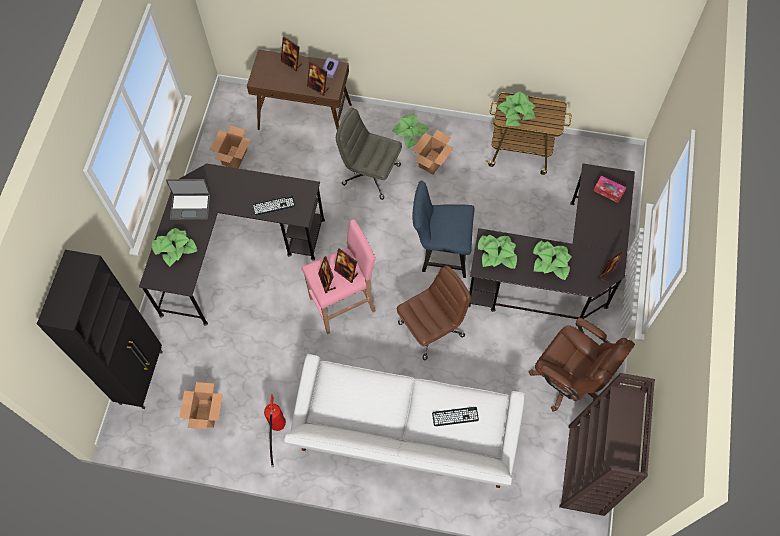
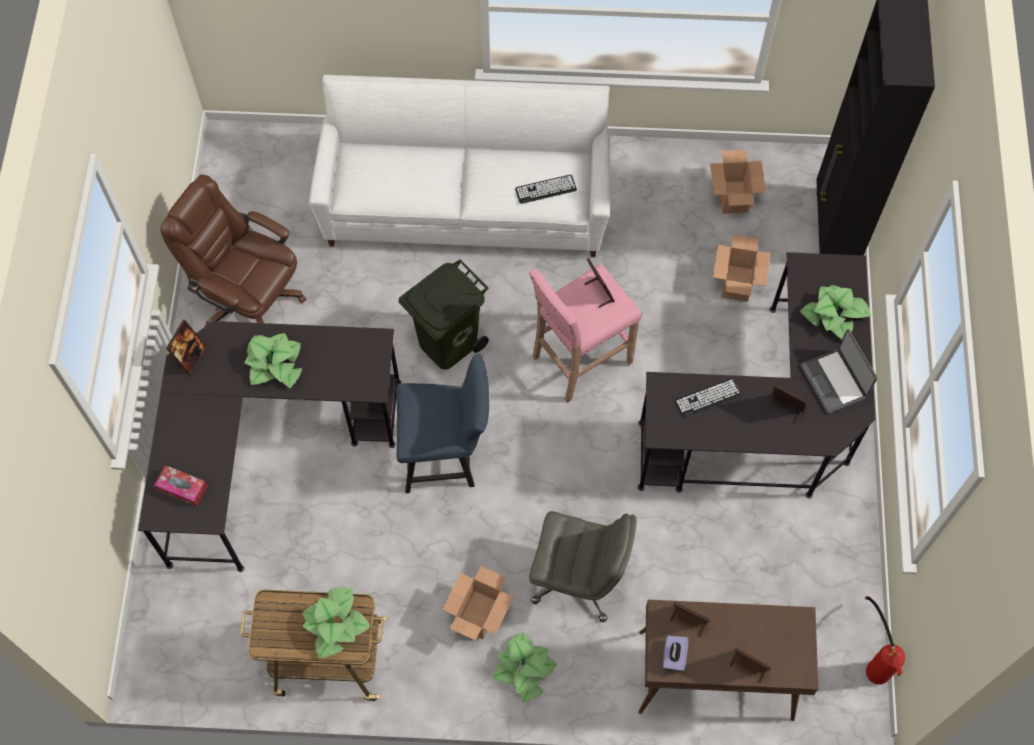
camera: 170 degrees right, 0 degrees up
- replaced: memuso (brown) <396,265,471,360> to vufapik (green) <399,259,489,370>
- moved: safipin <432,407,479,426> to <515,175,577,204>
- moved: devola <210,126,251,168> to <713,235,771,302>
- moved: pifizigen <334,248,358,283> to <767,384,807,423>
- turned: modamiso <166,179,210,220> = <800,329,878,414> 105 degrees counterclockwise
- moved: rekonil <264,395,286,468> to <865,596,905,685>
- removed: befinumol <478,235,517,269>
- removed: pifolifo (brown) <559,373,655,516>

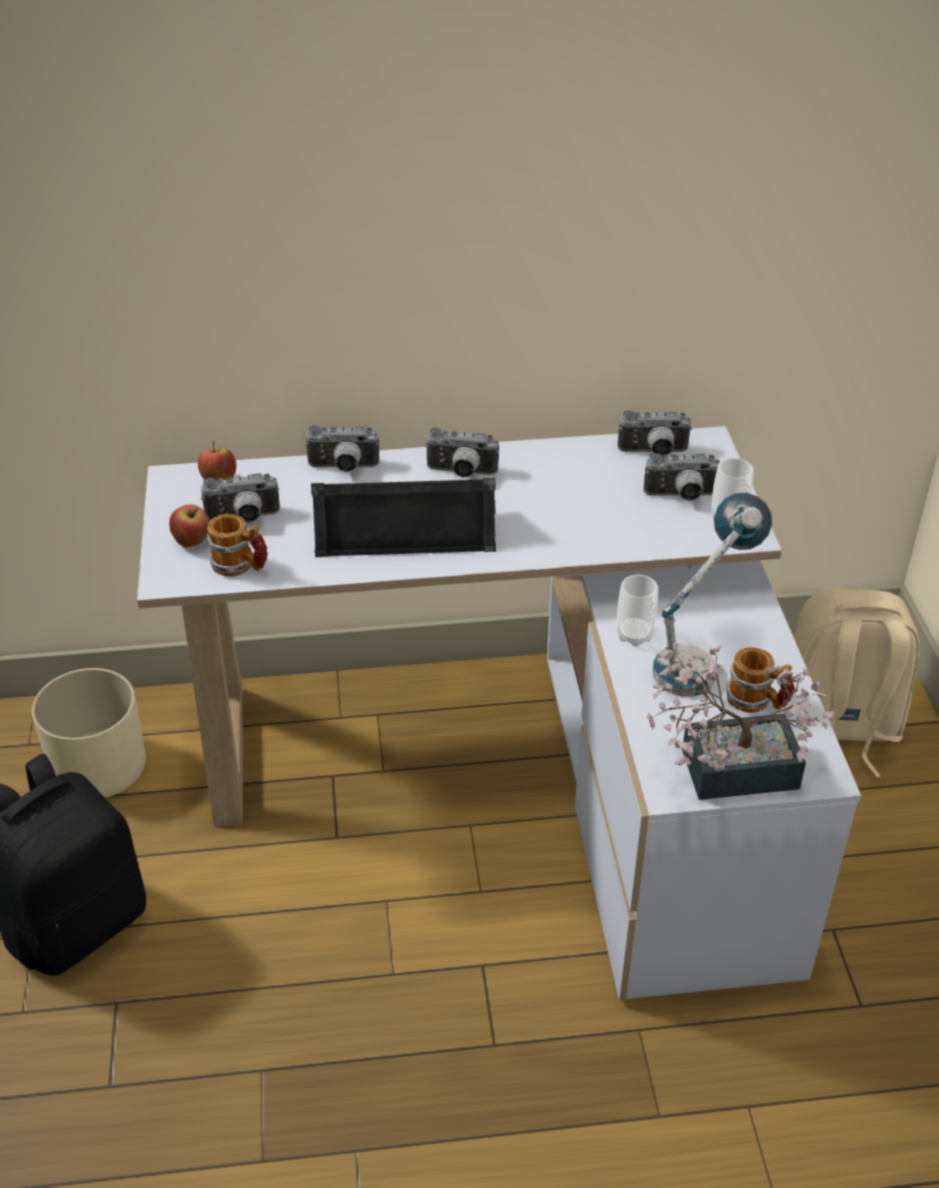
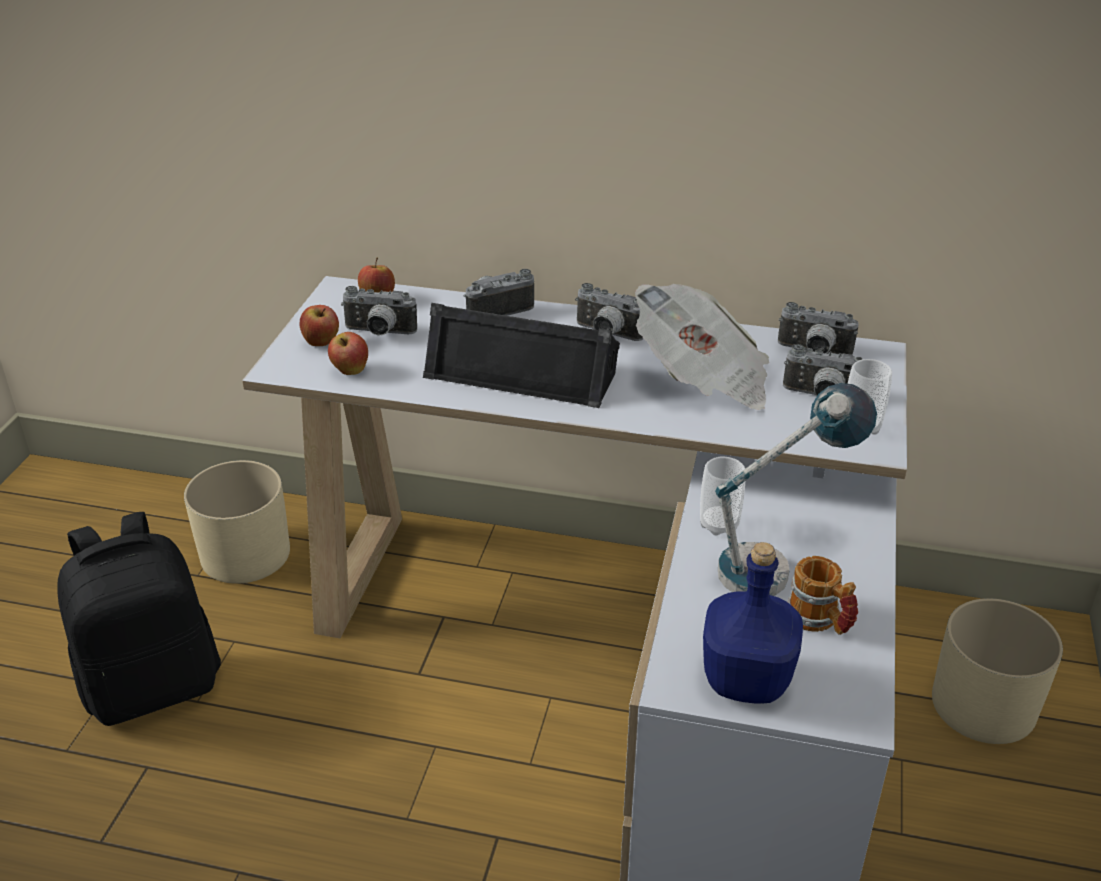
camera: 20 degrees right, 5 degrees down
- replaced: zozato <207,514,268,577> to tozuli <328,332,368,375>
- turned: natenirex <305,425,379,472> = <463,269,534,316> 135 degrees clockwise
- added: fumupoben <635,284,769,410>
- replaced: befinumol <647,643,834,800> to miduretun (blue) <703,542,803,704>
- replaced: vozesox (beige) <795,589,920,778> to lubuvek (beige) <932,598,1063,744>

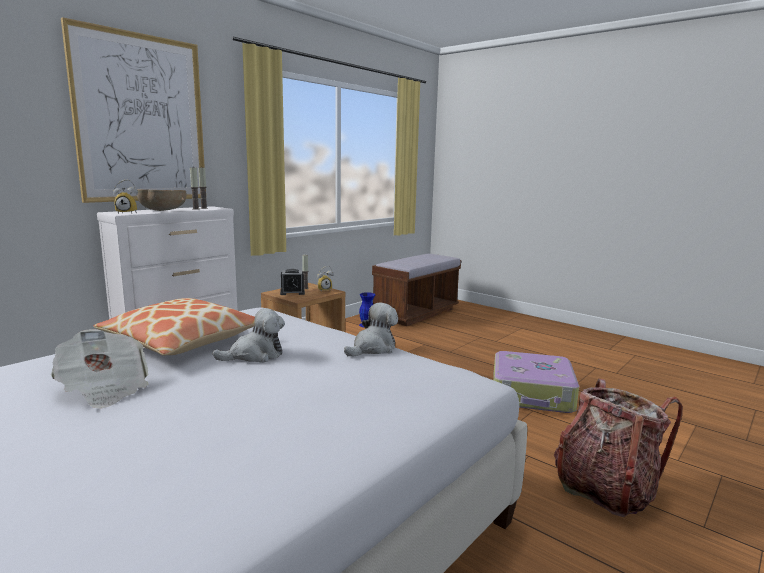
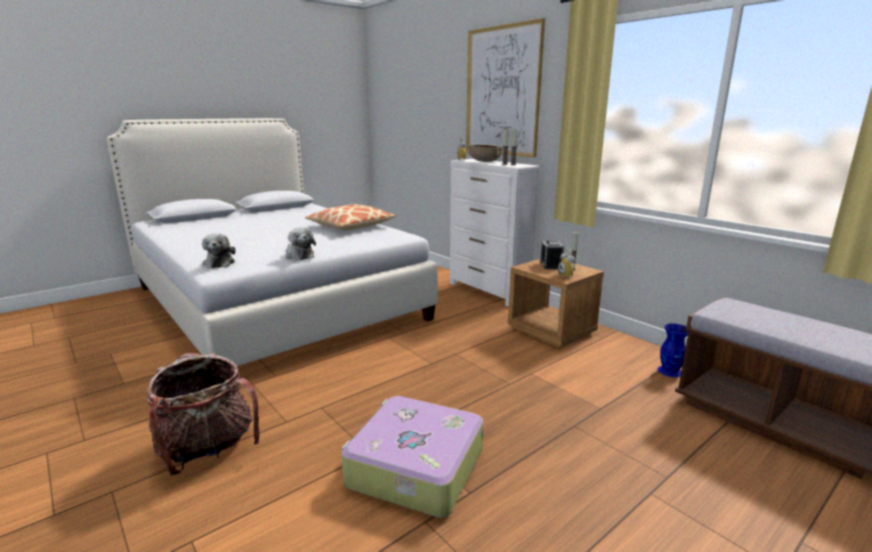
camera: 100 degrees right, 5 degrees up
- moved: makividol <212,308,285,363> to <202,233,235,268>
- removed: fumupoben <51,329,149,409>

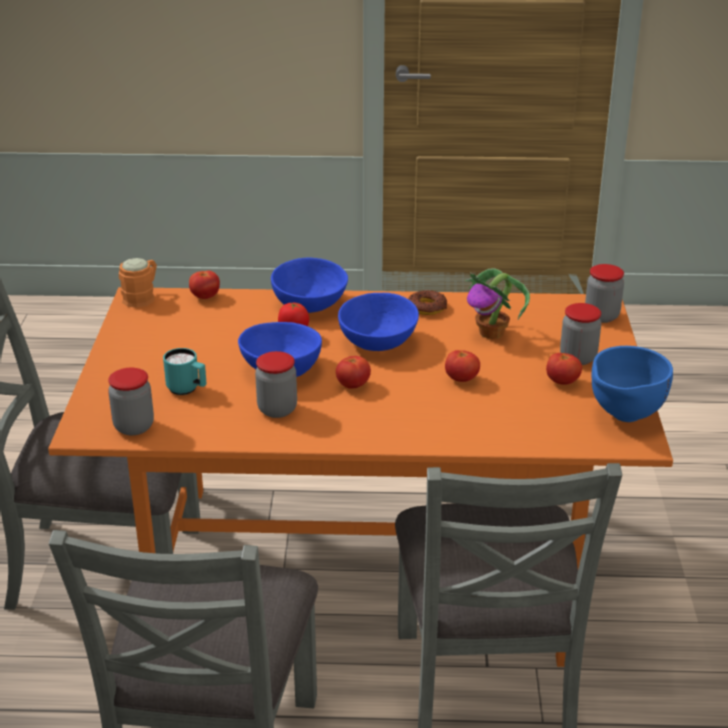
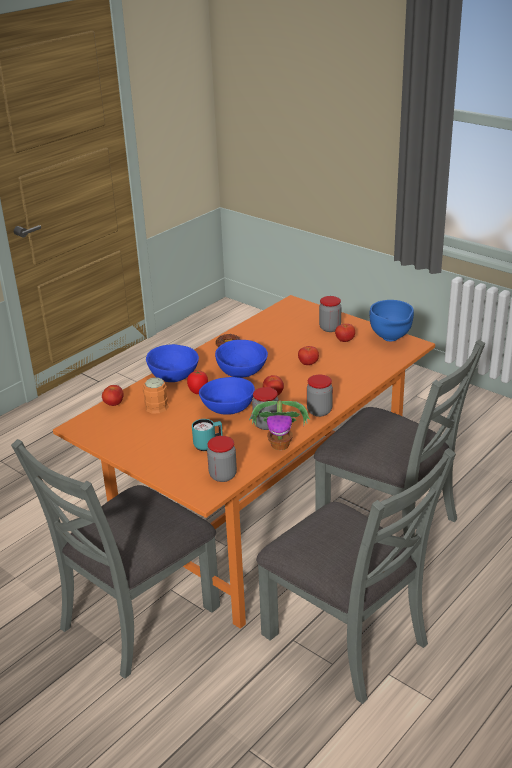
camera: 50 degrees left, 0 degrees up
- moved: zozato (orange) <119,258,157,308> to <143,377,169,414>
- moved: befinumol <465,268,530,339> to <249,400,310,450>
- moved: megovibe <585,264,624,323> to <307,375,333,417>

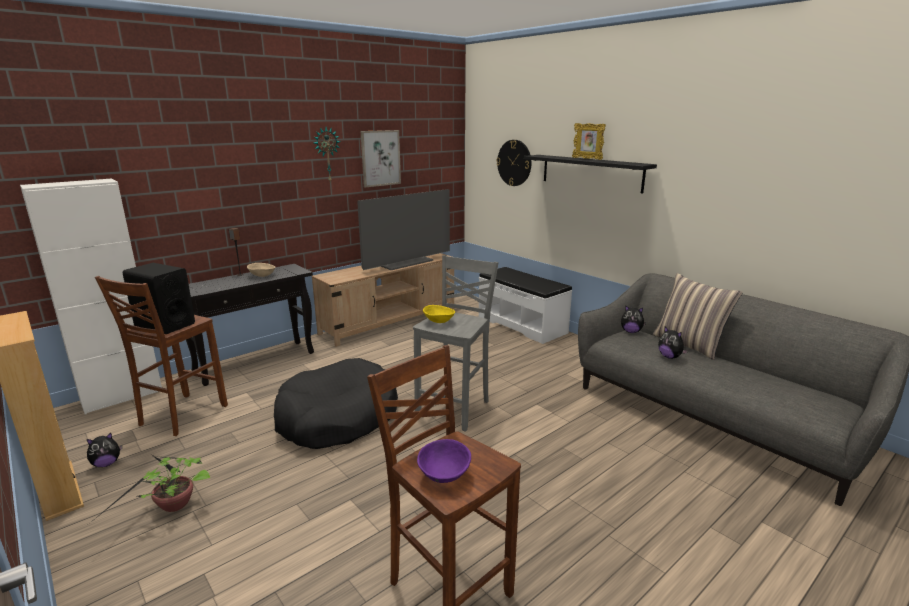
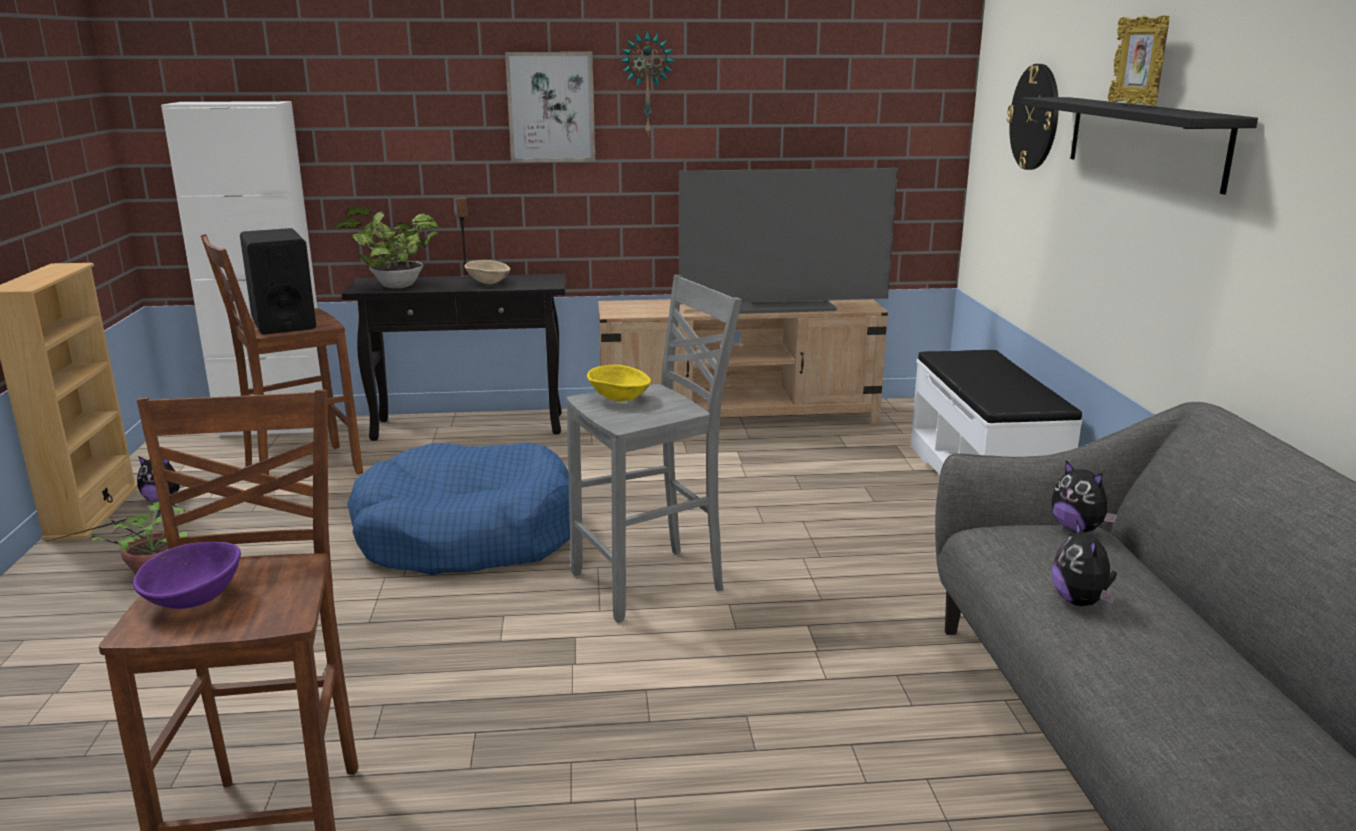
camera: 35 degrees right, 0 degrees up
- added: befinumol <336,206,438,288>
- recoloured: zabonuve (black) <274,358,398,449> to zabonuve (blue) <347,442,570,575>
- moved: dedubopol <361,130,401,188> to <505,52,595,162>
- removed: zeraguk <653,273,743,360>

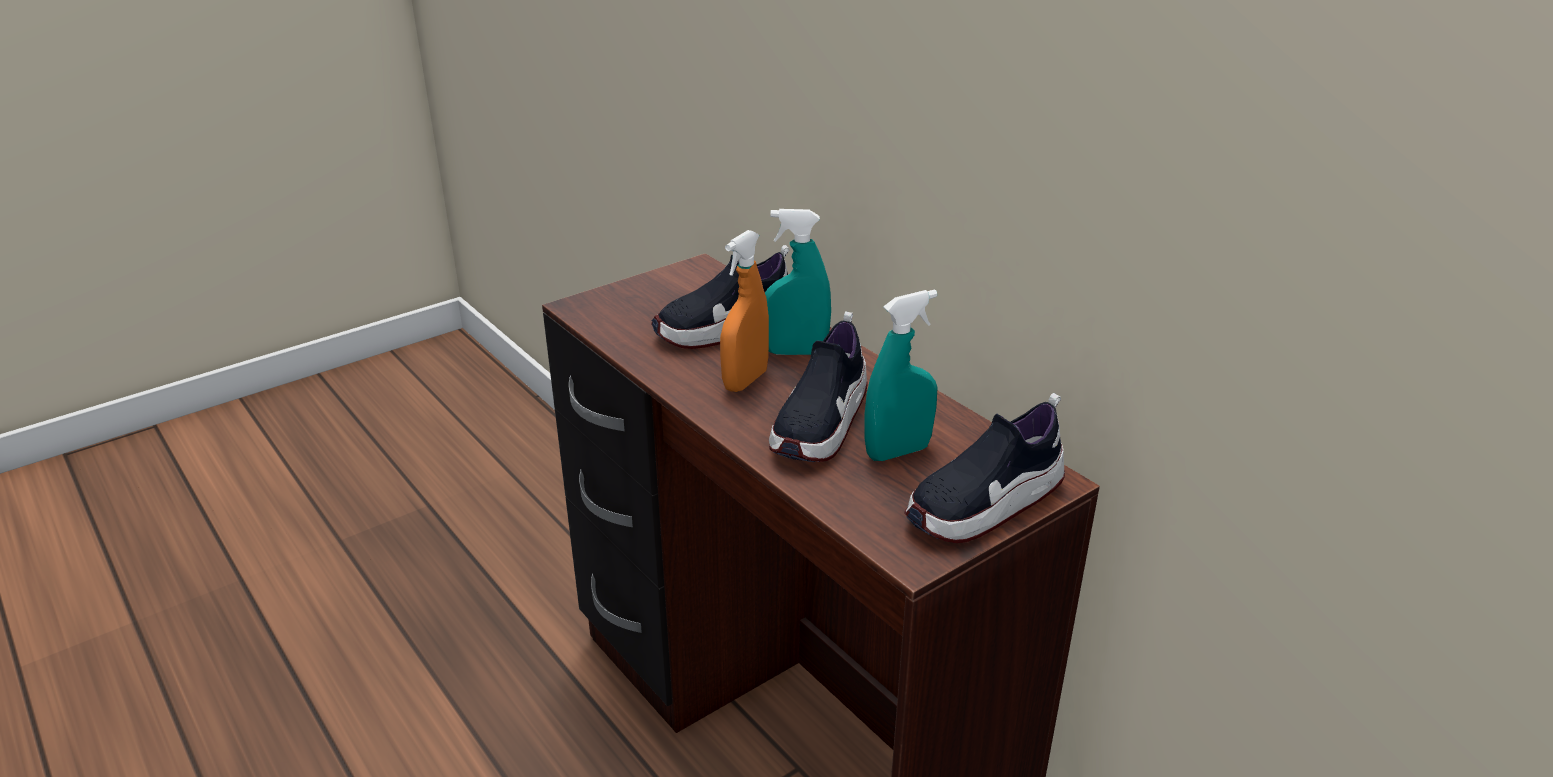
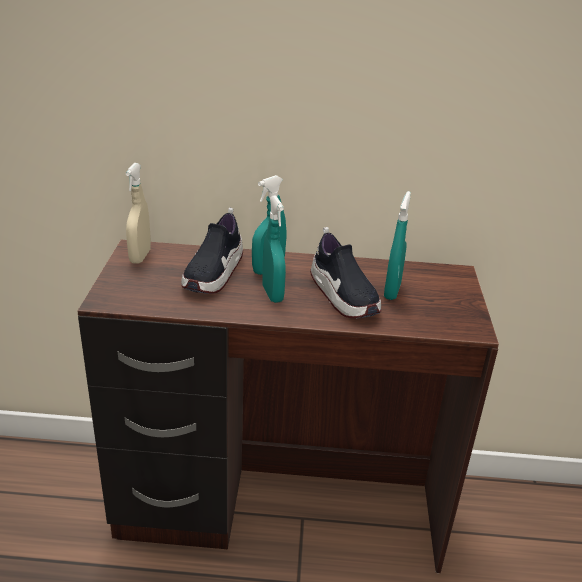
camera: 50 degrees left, 0 degrees up
- added: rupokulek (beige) <126,163,151,264>
- recoloured: rupokulek (orange) <720,230,769,392> to rupokulek (turquoise) <262,195,286,303>
- removed: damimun <904,393,1065,543>

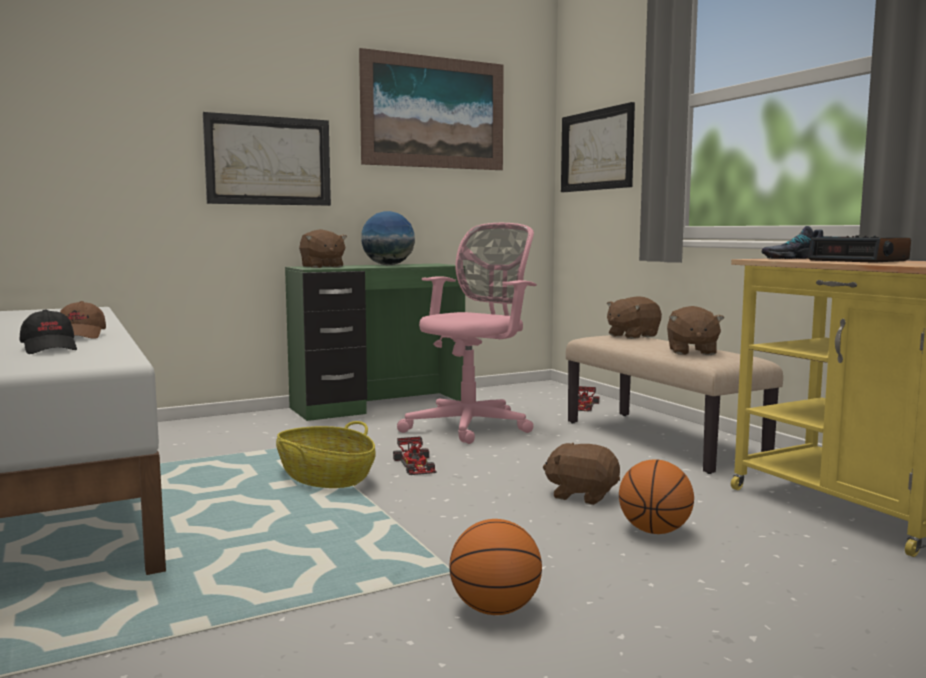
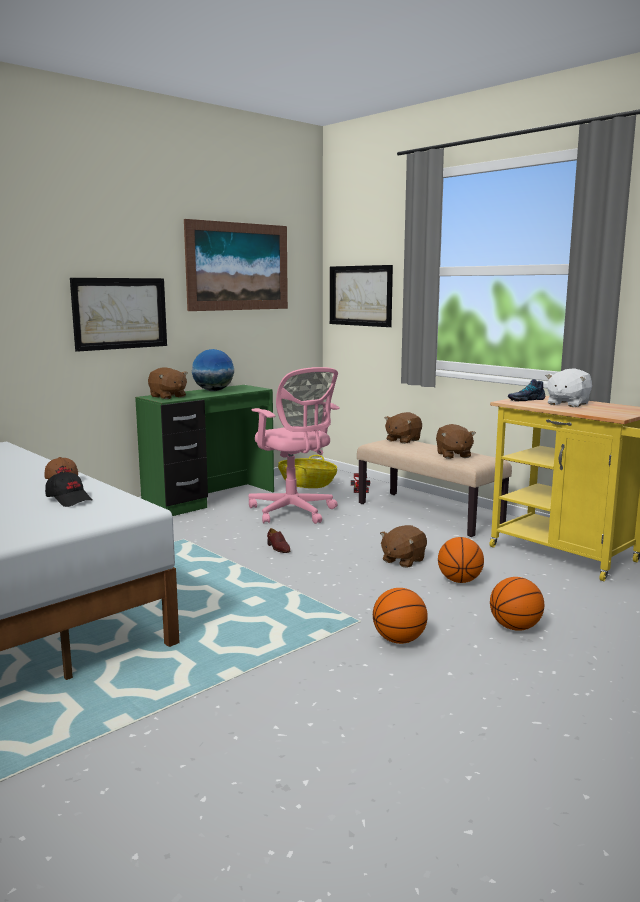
camera: 15 degrees left, 5 degrees up
- turned: memuso (pink) <397,223,537,444> = <248,367,340,524> 120 degrees clockwise
- replaced: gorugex <393,436,437,475> to damimun (brown) <267,528,290,553>
- moved: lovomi <276,421,376,488> to <278,455,337,488>
- turned: makividol (brown) <543,442,620,505> = <380,525,427,568> 60 degrees counterclockwise
- added: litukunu <490,577,544,631>
- replaced: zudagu <808,235,911,263> to makividol (white) <545,368,592,407>

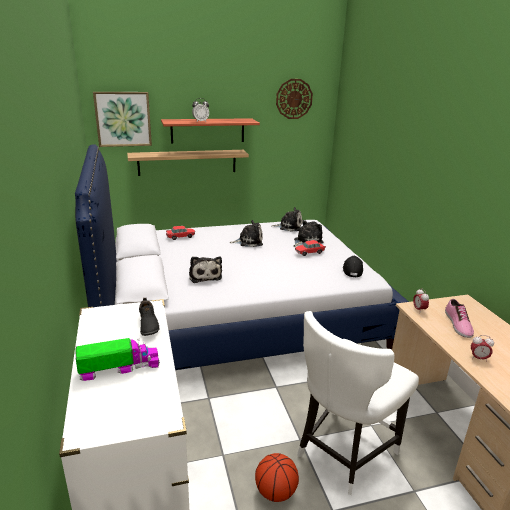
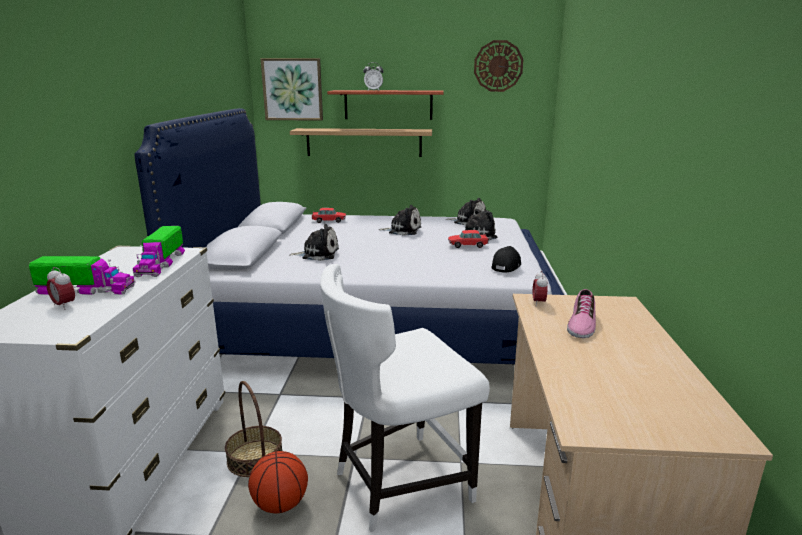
camera: 20 degrees right, 5 degrees down
- moved: zudagu <471,335,494,362> to <47,267,75,310>
- replaced: damimun (black) <139,298,160,336> to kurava <133,226,185,277>
- added: lovomi <225,381,282,477>
- turned: makividol <189,256,222,283> = <290,224,339,261> 90 degrees counterclockwise

